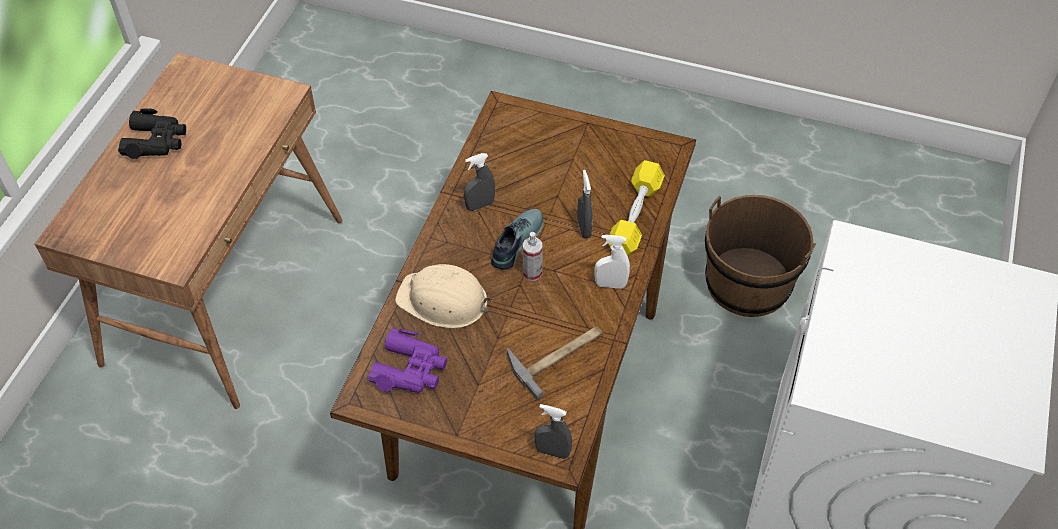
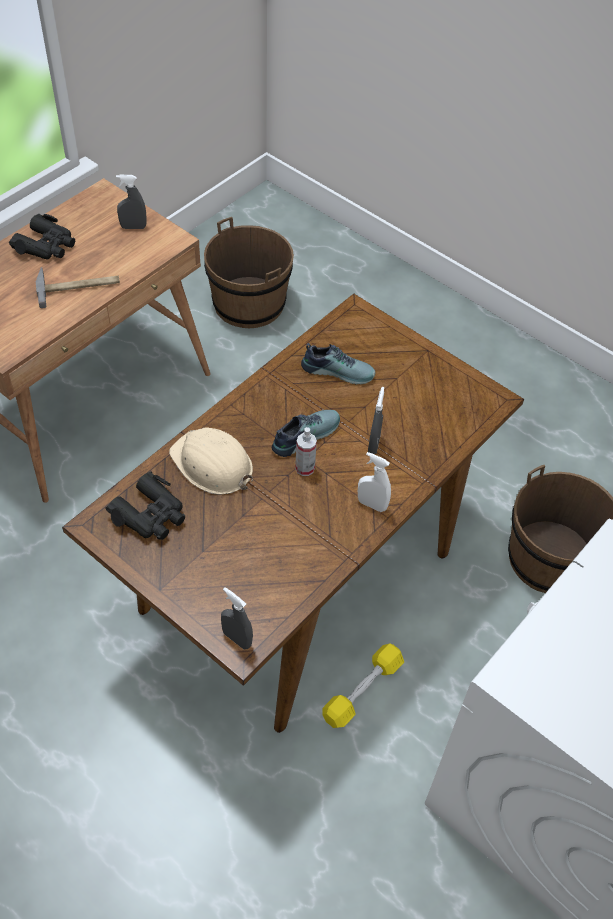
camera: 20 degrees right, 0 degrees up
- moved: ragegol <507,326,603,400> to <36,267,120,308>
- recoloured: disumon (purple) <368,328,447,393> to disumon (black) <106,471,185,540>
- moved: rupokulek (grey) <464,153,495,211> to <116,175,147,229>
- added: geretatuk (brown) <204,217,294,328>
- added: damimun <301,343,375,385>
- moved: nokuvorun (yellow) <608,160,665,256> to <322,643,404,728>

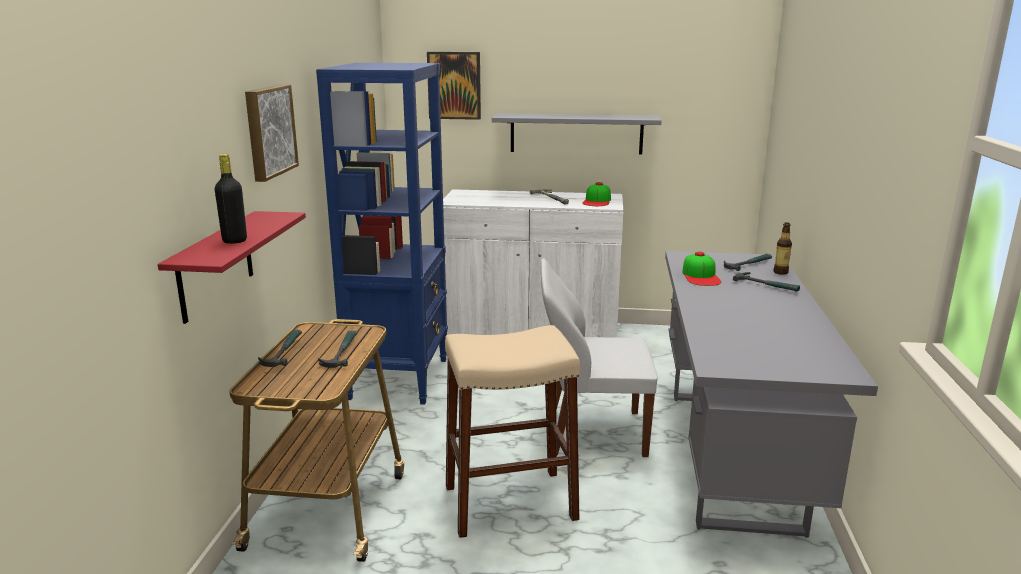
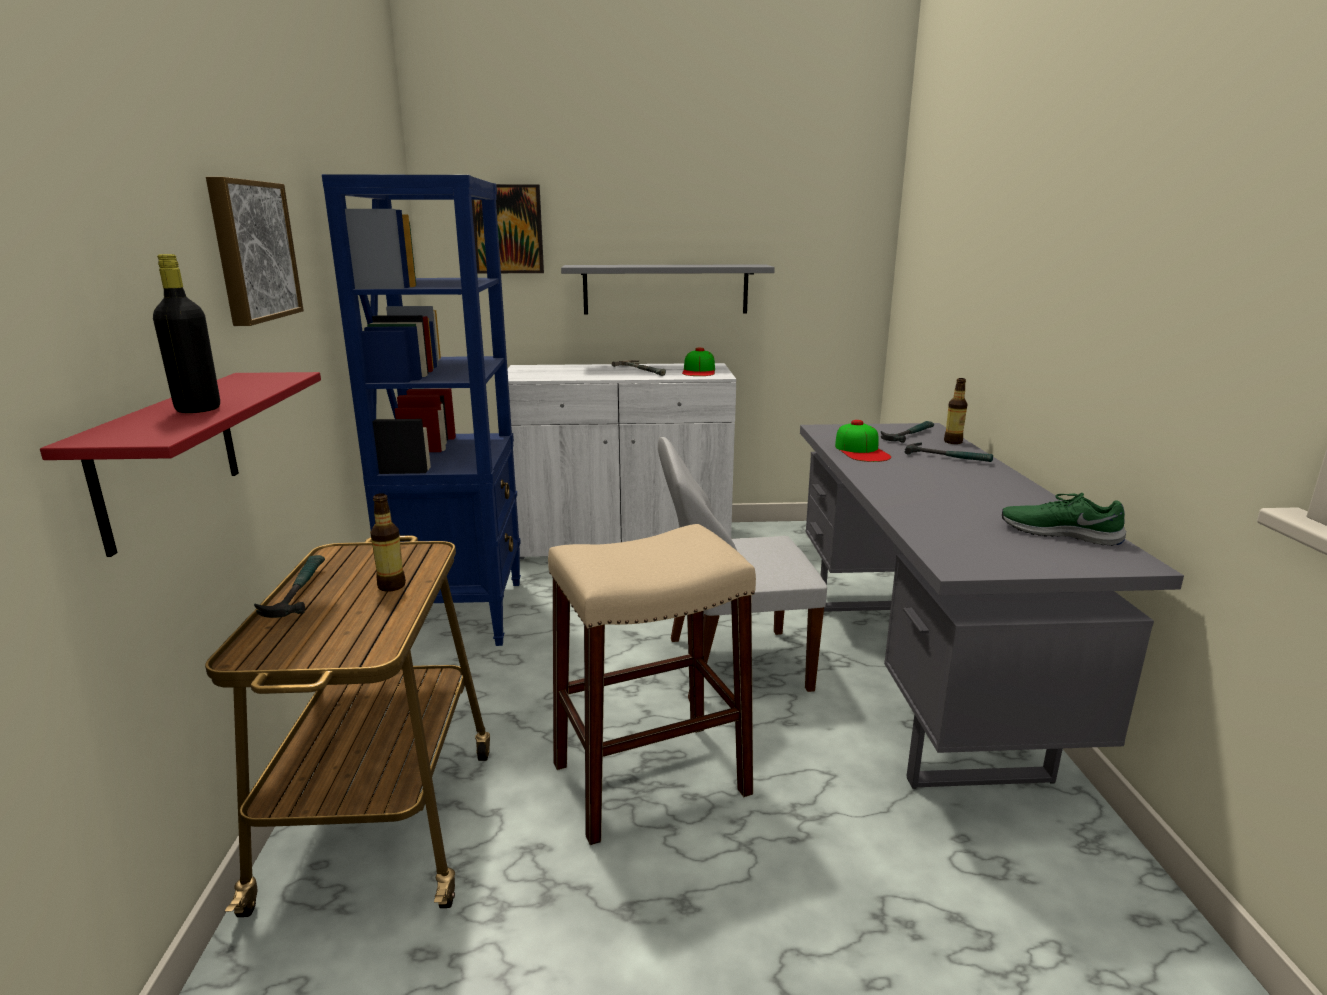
camera: 10 degrees left, 0 degrees up
- replaced: ragegol <318,331,357,368> to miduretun <370,493,406,592>
- added: damimun (green) <1002,493,1126,546>

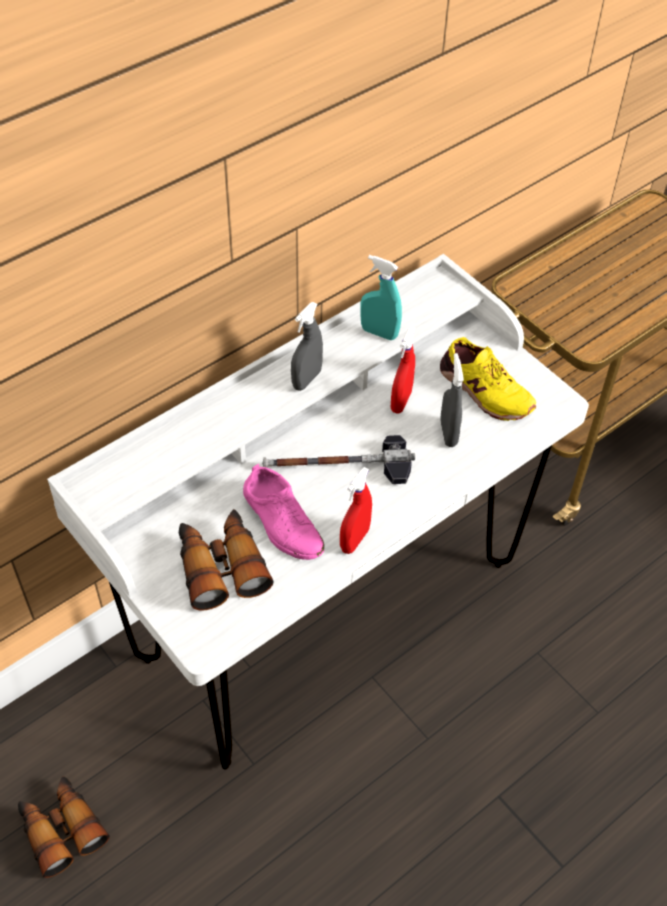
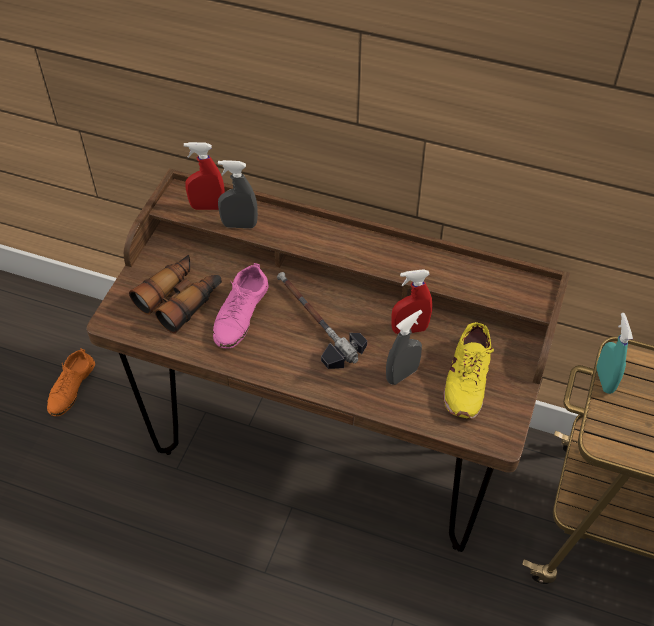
camera: 60 degrees right, 0 degrees up
- replaced: disumon <18,776,110,878> to damimun (orange) <47,348,95,416>
- recoloured: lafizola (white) <47,254,589,770> to lafizola (brown) <86,168,570,552>
- moved: rupokulek (red) <340,467,372,554> to <184,142,225,210>
- moved: rupokulek (grey) <291,302,323,391> to <218,160,258,228>
- moved: rupokulek (turquoise) <360,255,402,340> to <596,313,633,394>

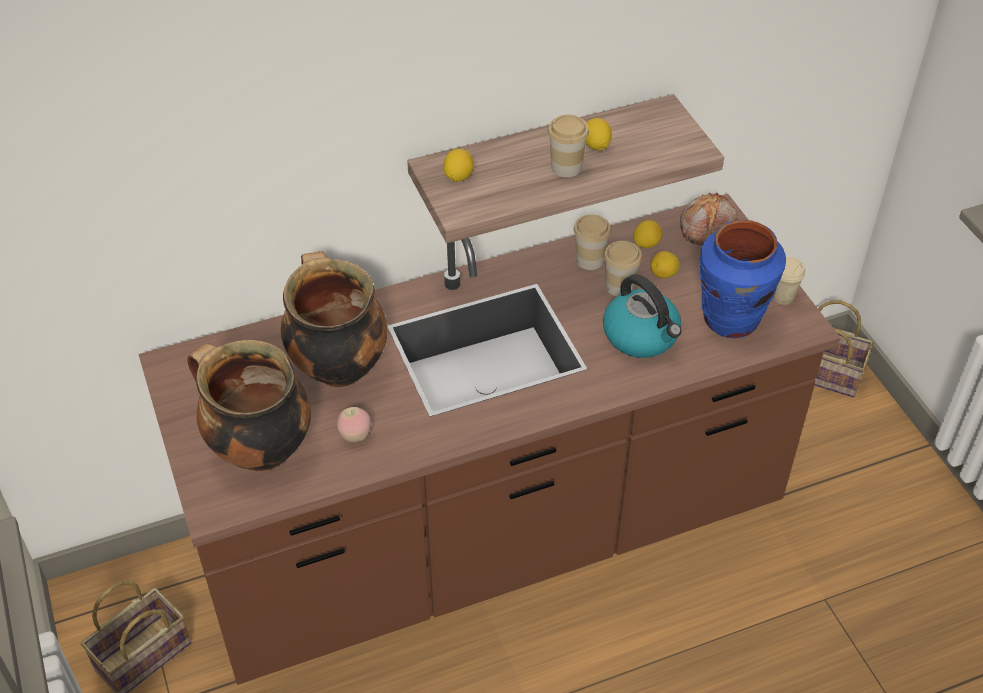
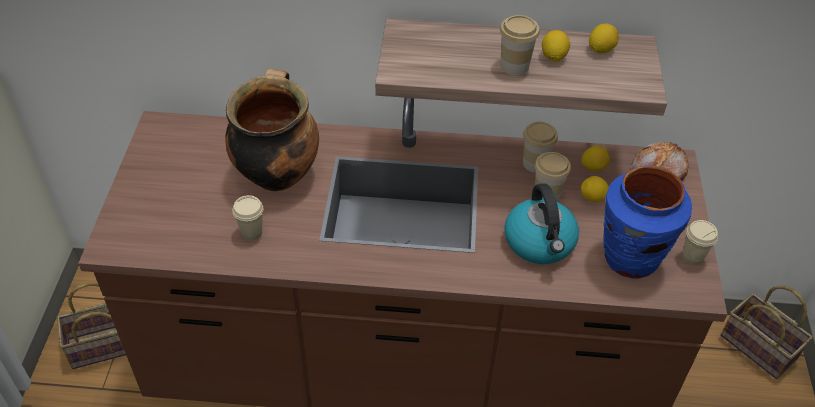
camera: 25 degrees right, 0 degrees up
- replaced: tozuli <337,407,371,442> to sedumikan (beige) <233,195,263,241>
- moved: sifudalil <443,149,474,182> to <589,23,619,53>
- removed: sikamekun <187,340,311,471>

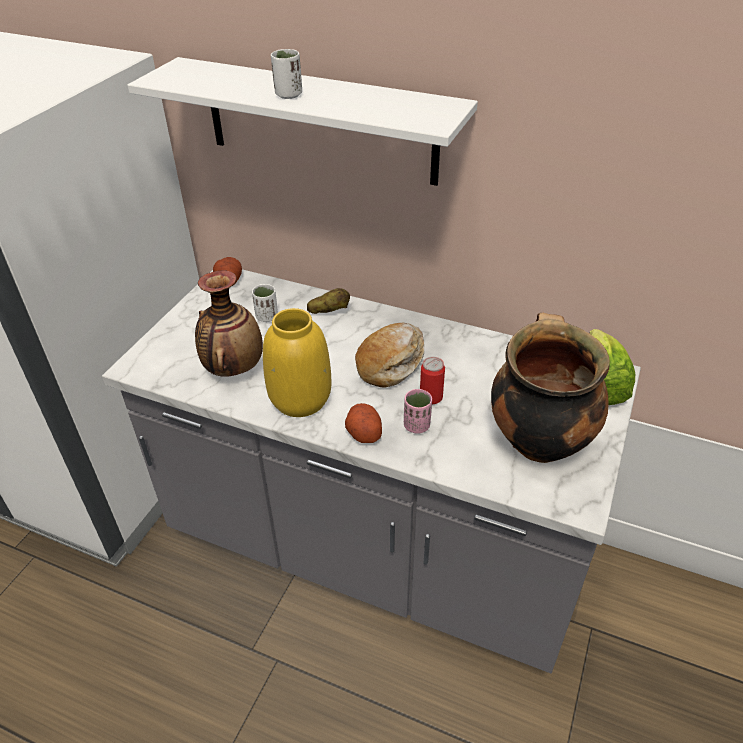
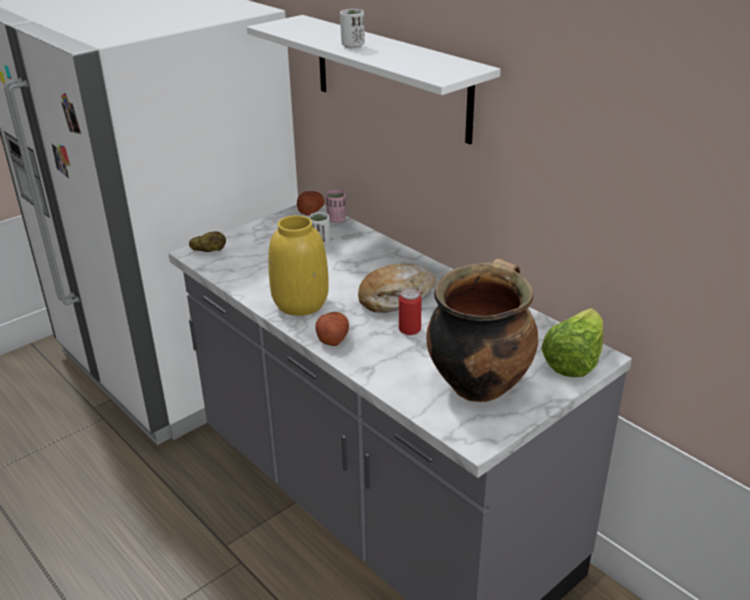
camera: 25 degrees right, 10 degrees down
- moved: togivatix <307,288,350,314> to <189,231,226,252>
- moved: sedumikan (pink) <404,389,432,433> to <326,190,346,223>
- removed: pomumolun <195,270,263,377>

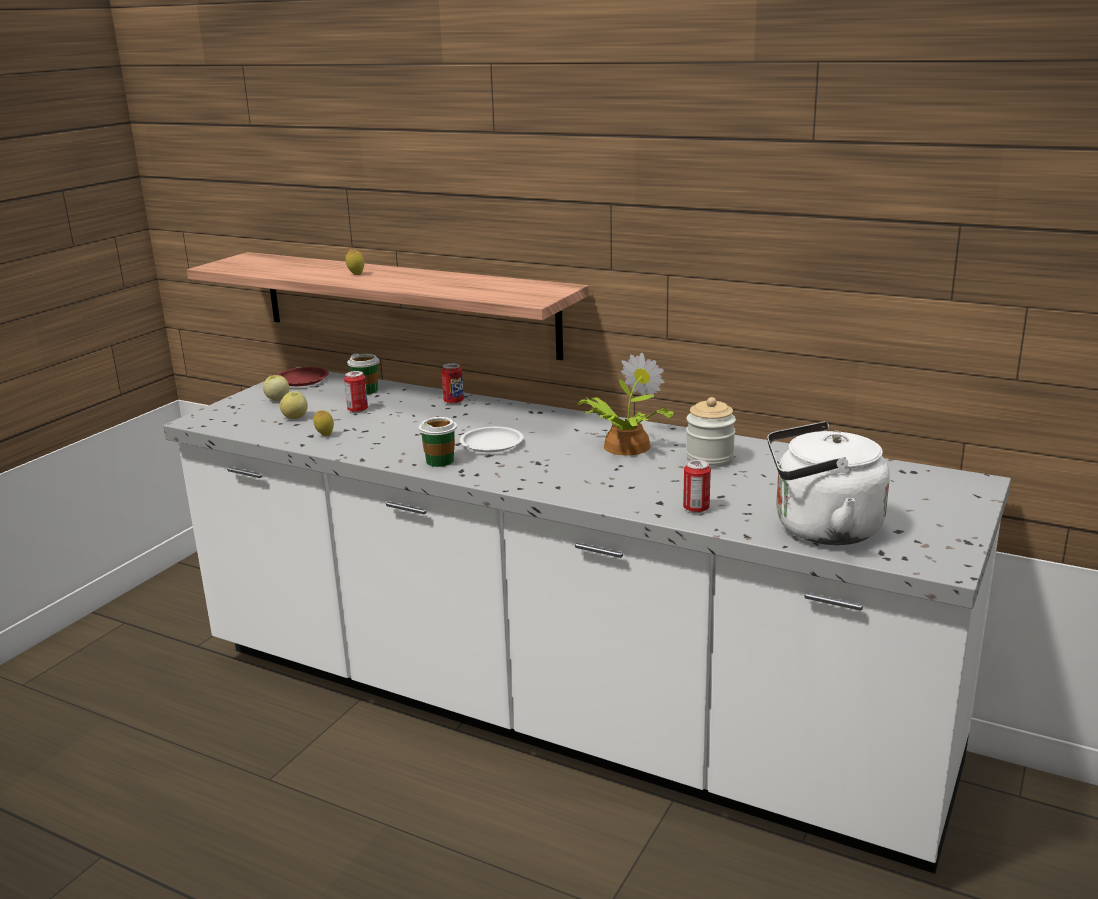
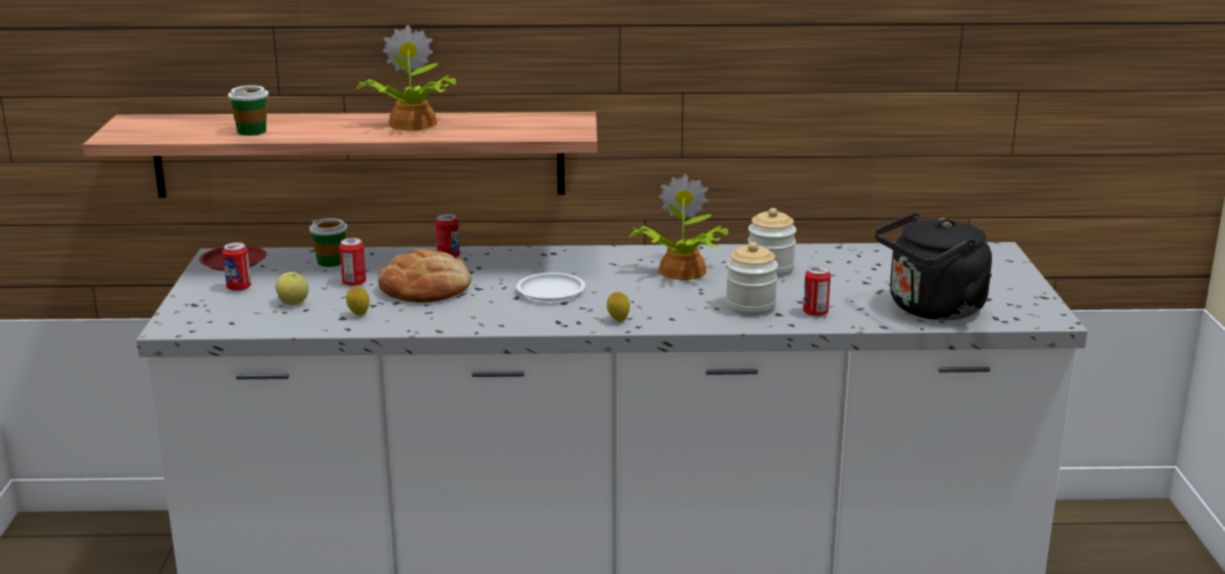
camera: 30 degrees left, 0 degrees up
- replaced: tozuli <263,375,289,401> to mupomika <222,242,251,291>
- moved: sedumikan <419,417,457,467> to <228,85,269,136>
- added: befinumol <356,25,456,131>
- added: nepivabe <378,249,472,303>
- moved: sifudalil <345,250,364,275> to <607,292,630,322>
- added: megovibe <726,242,778,316>
- recoloured: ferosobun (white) <767,422,890,545> to ferosobun (black) <875,212,992,320>

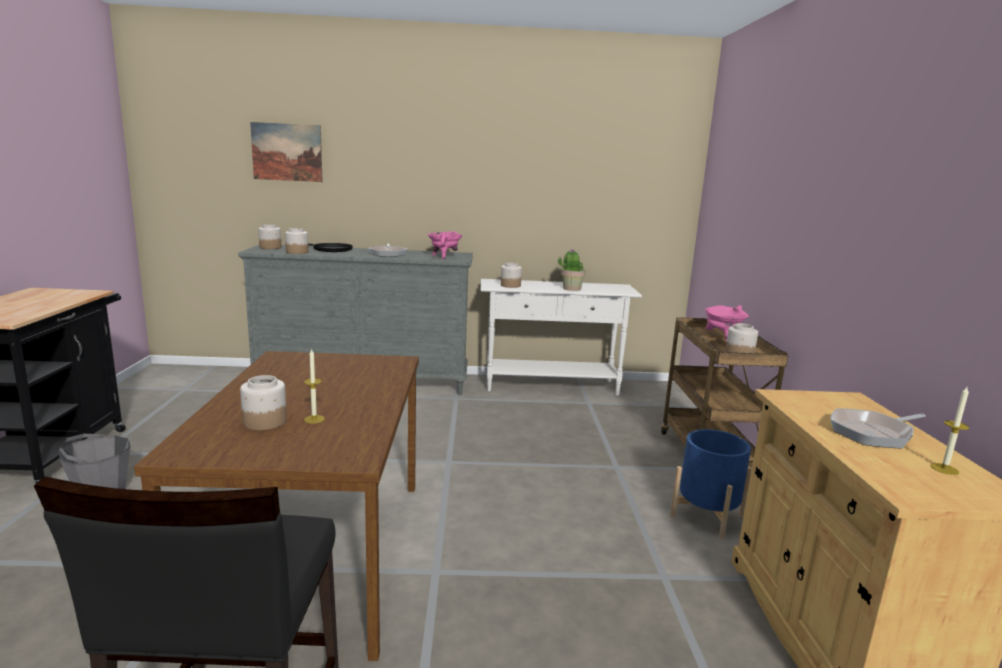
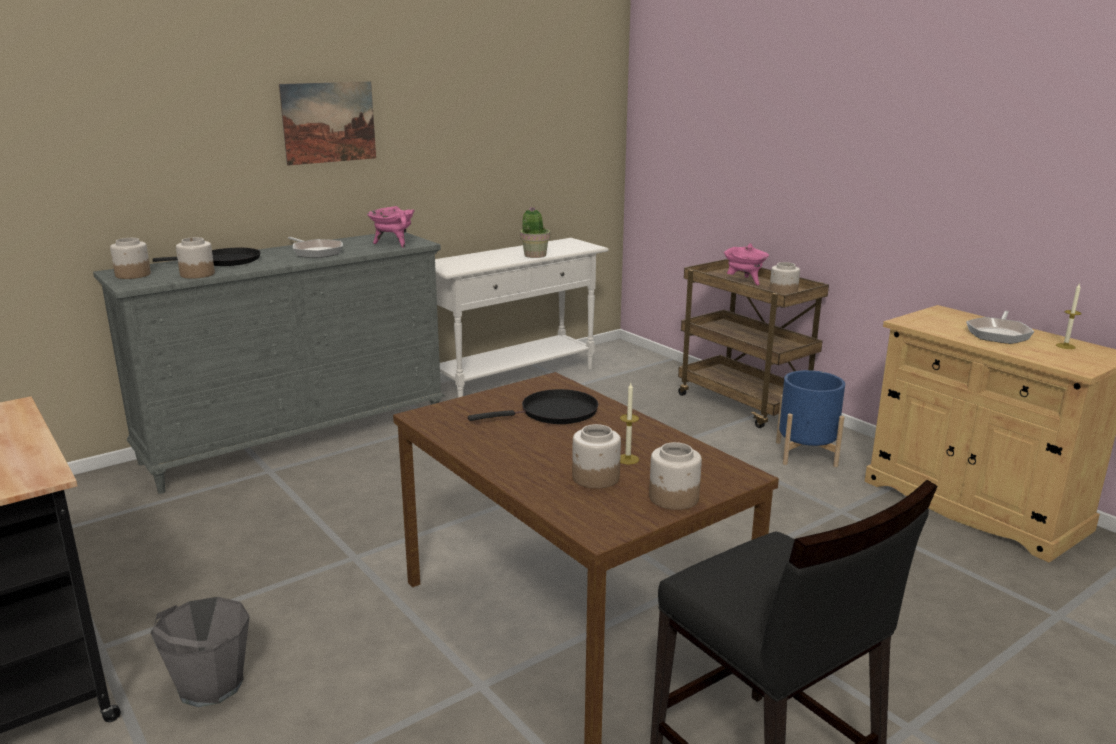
camera: 35 degrees left, 5 degrees up
- moved: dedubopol <250,122,323,182> to <279,81,376,166>
- added: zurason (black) <468,389,598,424>
- moved: megovibe <501,263,522,288> to <649,442,702,510>

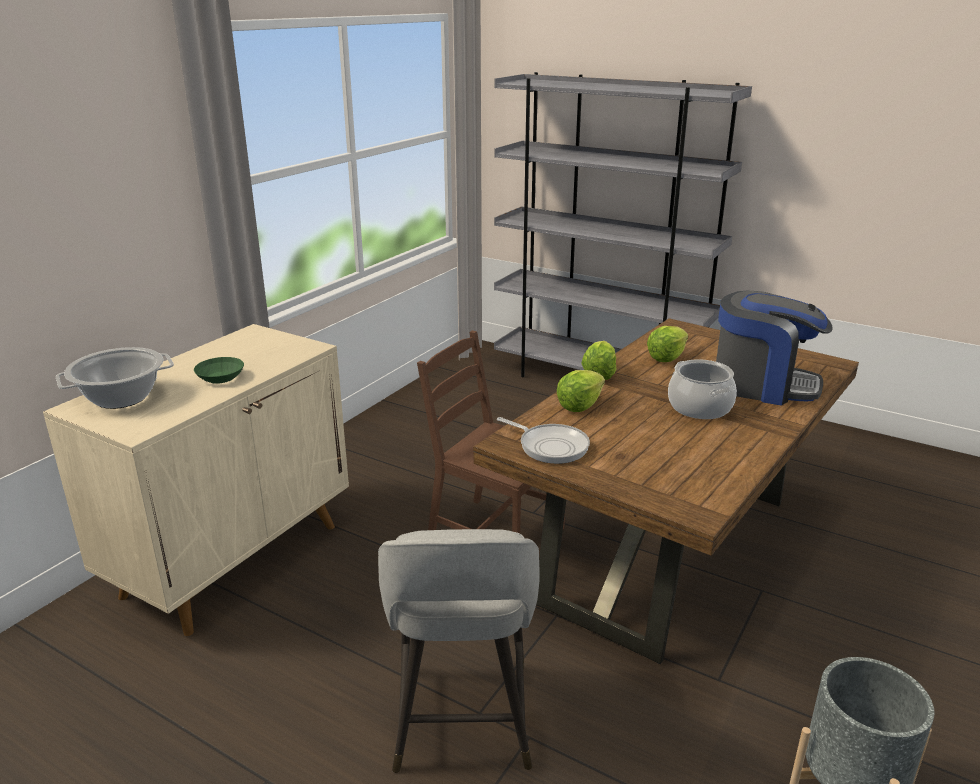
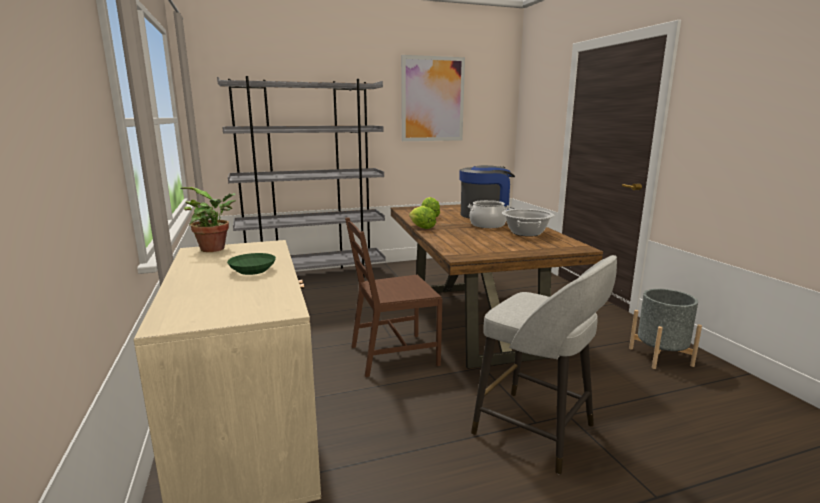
camera: 50 degrees left, 10 degrees down
- added: befinumol <180,187,236,252>
- added: dedubopol <401,55,465,141>
- moved: sikamekun <56,347,174,409> to <502,209,554,237>
- removed: zurason <497,417,590,464>
- removed: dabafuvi <557,370,605,412>

